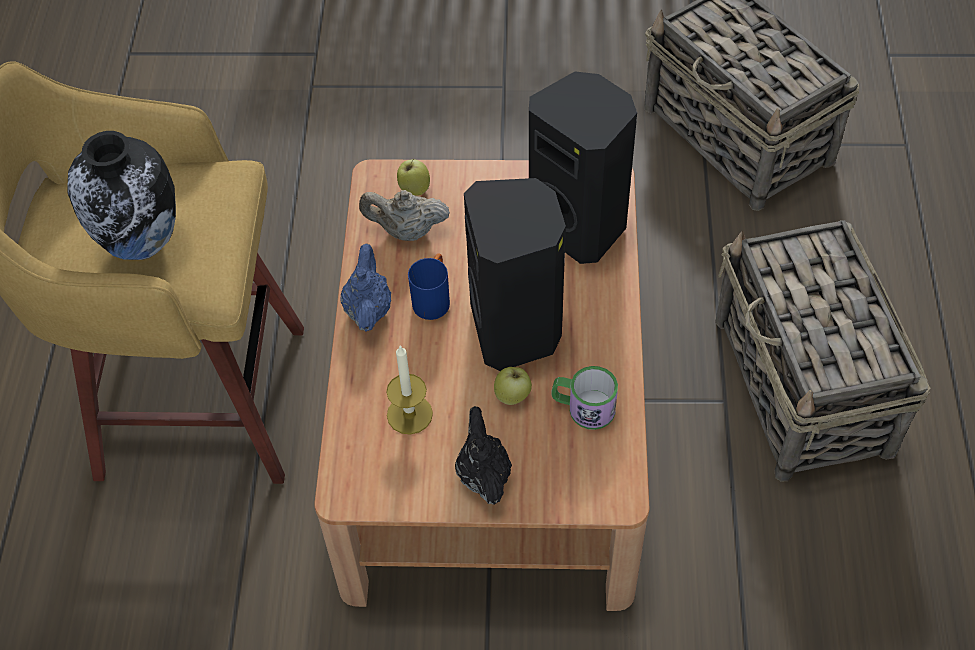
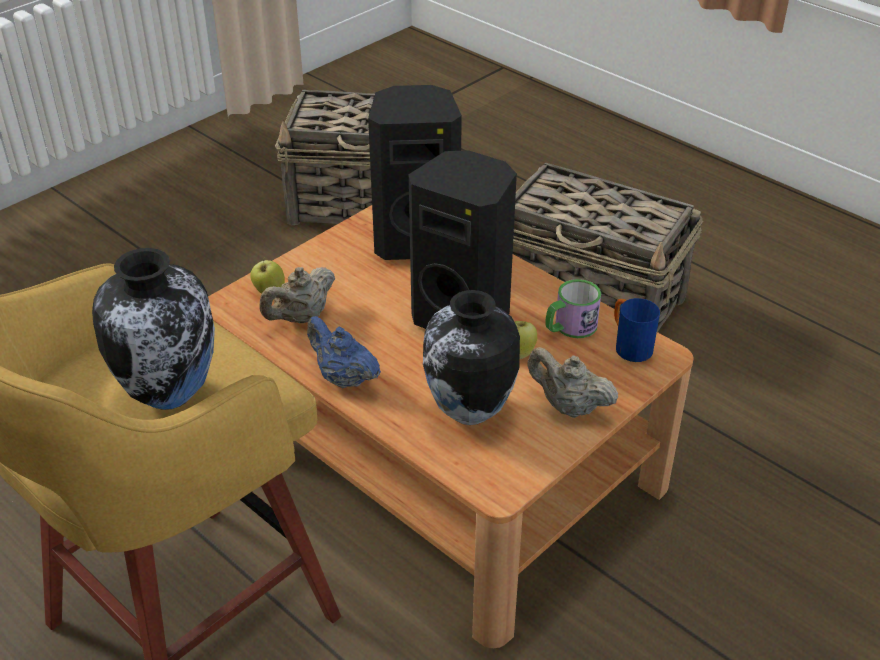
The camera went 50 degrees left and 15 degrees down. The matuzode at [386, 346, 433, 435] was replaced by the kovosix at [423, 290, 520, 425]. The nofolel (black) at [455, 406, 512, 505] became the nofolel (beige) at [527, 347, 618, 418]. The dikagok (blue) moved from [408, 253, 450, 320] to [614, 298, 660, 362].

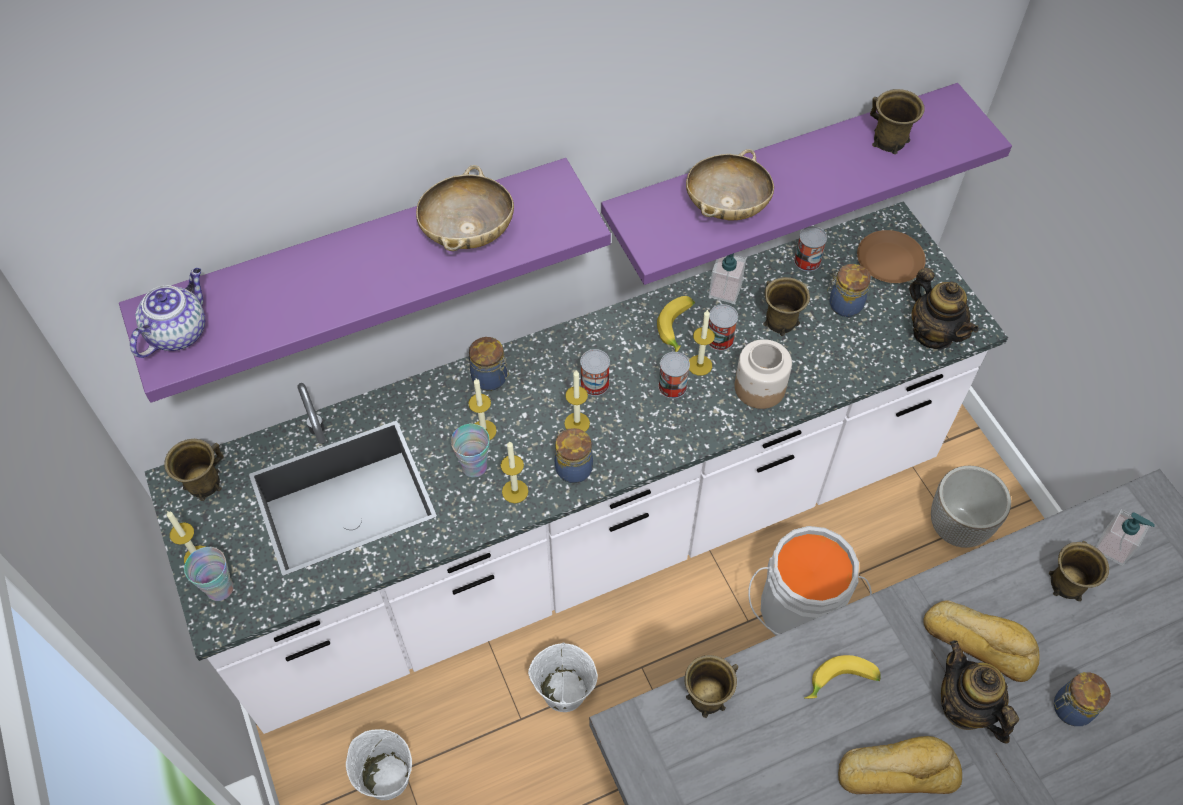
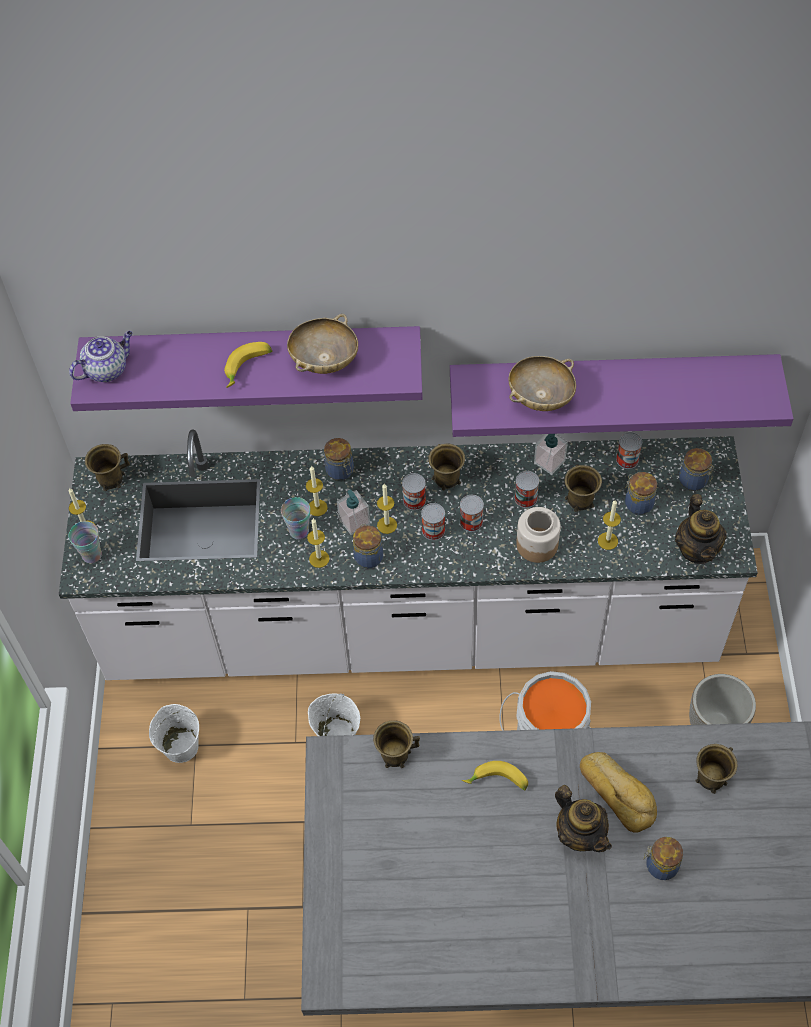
The camera went 25 degrees right and 0 degrees up. The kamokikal moved from [657, 296, 695, 352] to [224, 342, 272, 388]. The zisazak moved from [1096, 509, 1155, 566] to [337, 490, 370, 535]. The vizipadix at [421, 503, 445, 540] appeared. The dikagok (brown) moved from [870, 89, 925, 154] to [428, 444, 465, 490]. The nofolel at [941, 640, 1019, 744] turned 150 degrees clockwise. The matuzode moved from [689, 309, 715, 376] to [598, 500, 621, 550]. The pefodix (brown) at [857, 230, 926, 283] was replaced by the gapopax at [679, 448, 714, 491]. The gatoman at [838, 736, 962, 794] disappeared.

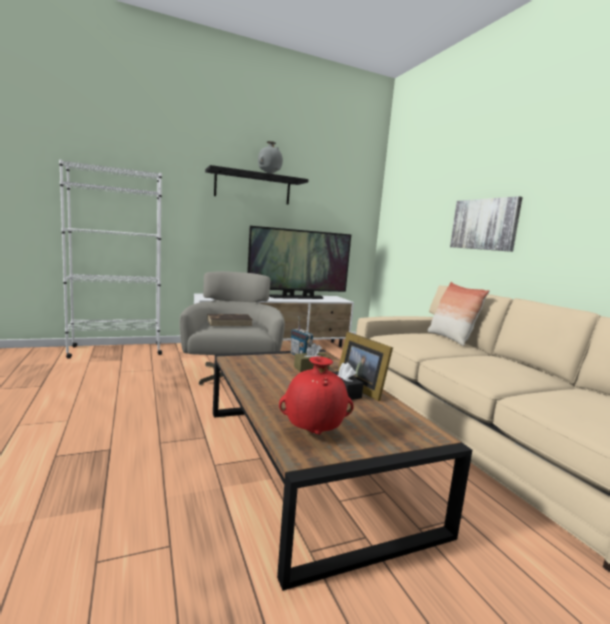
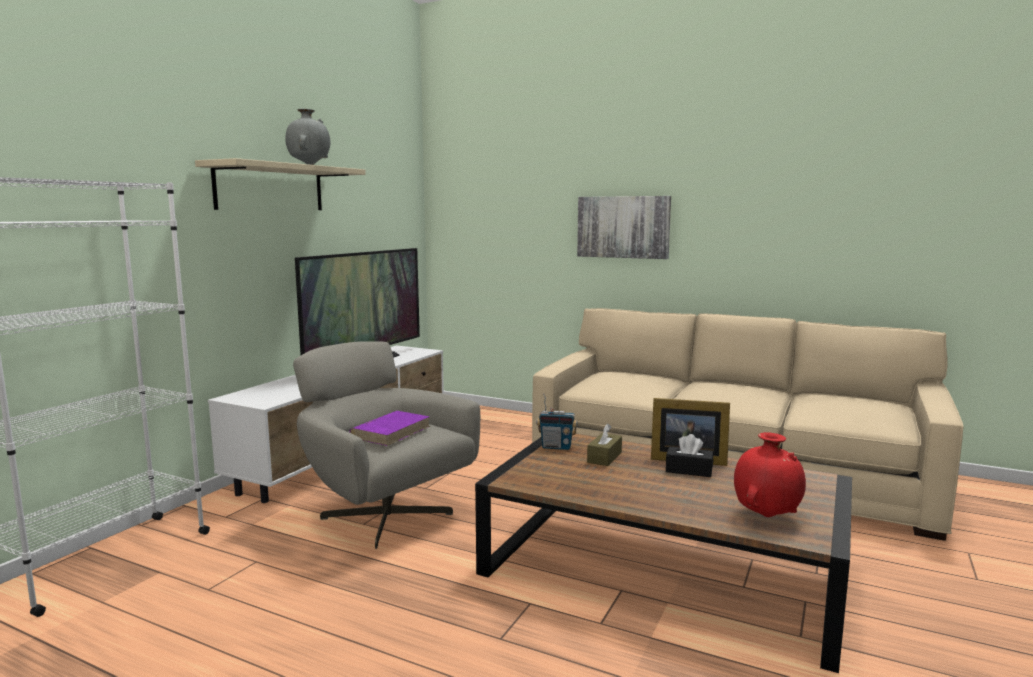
The camera went 40 degrees left and 0 degrees up. The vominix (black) at [205, 165, 309, 205] became the vominix (beige) at [195, 158, 366, 210]. The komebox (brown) at [207, 314, 253, 326] became the komebox (purple) at [349, 411, 430, 446]. The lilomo at [428, 282, 489, 346] disappeared.

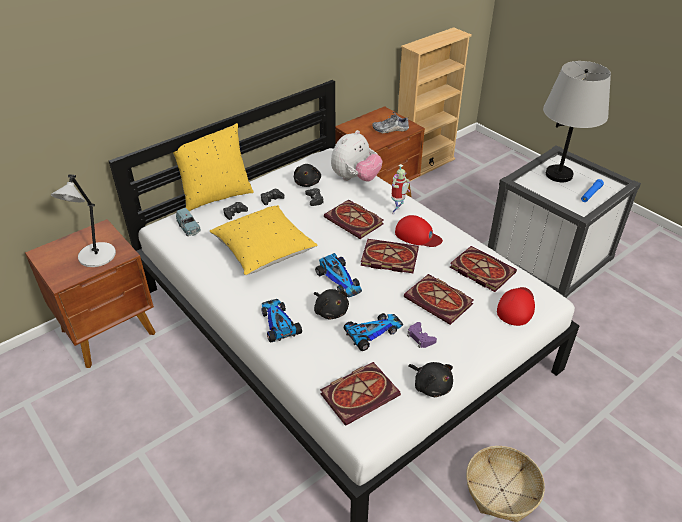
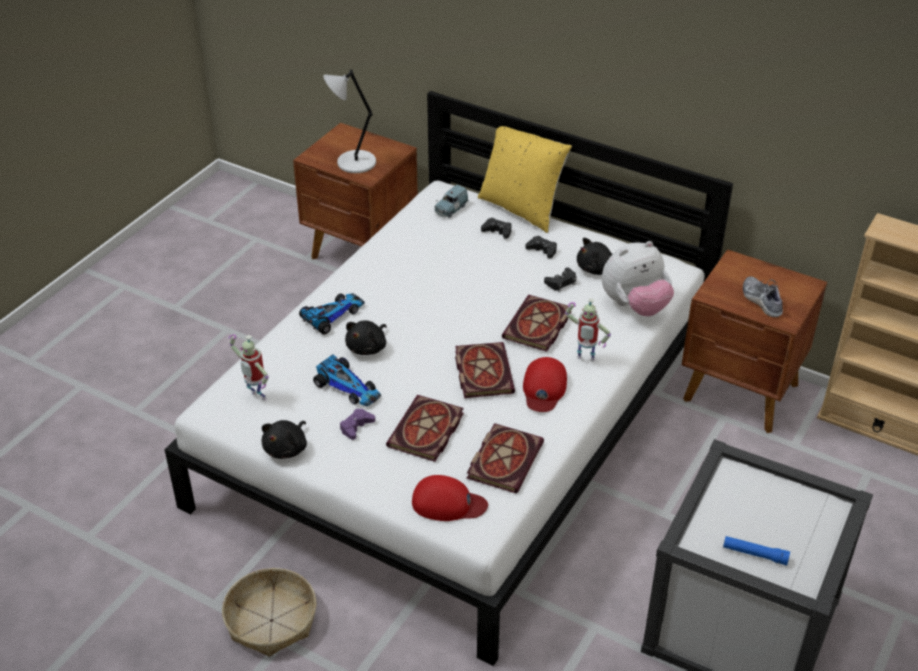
The camera went 70 degrees right and 0 degrees up. The komebox at [320, 362, 401, 426] was replaced by the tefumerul at [229, 334, 269, 400]. The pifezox at [331, 130, 382, 182] turned 45 degrees counterclockwise. The lilomo (yellow) at [210, 205, 318, 275] disappeared. The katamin at [315, 253, 362, 297] disappeared. The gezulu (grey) at [543, 61, 611, 182] disappeared.

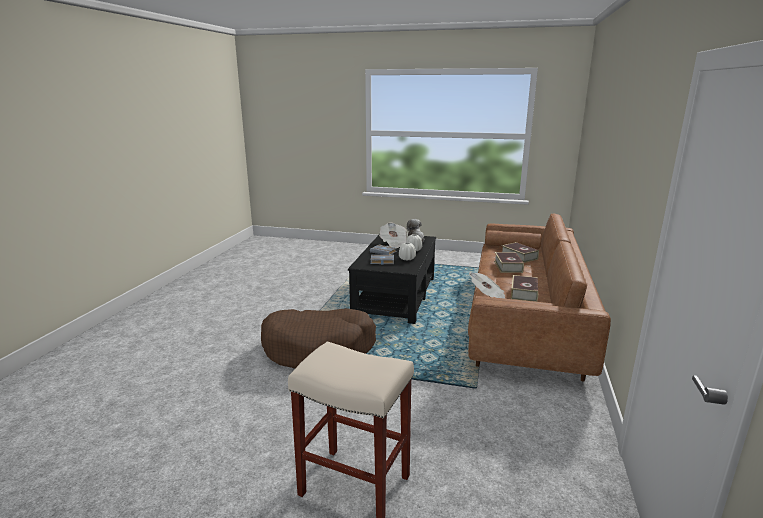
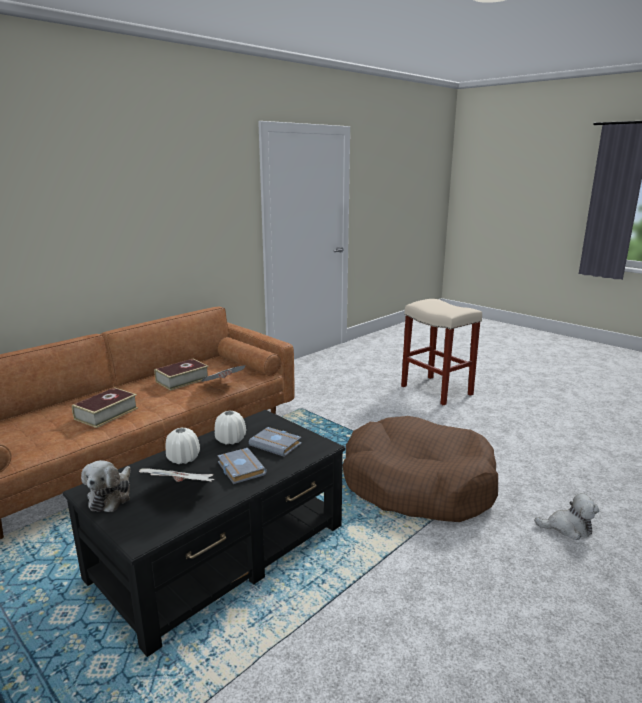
The camera went 150 degrees left and 0 degrees up. The pifezox at [534, 493, 599, 540] appeared. The komebox at [502, 242, 539, 263] disappeared.

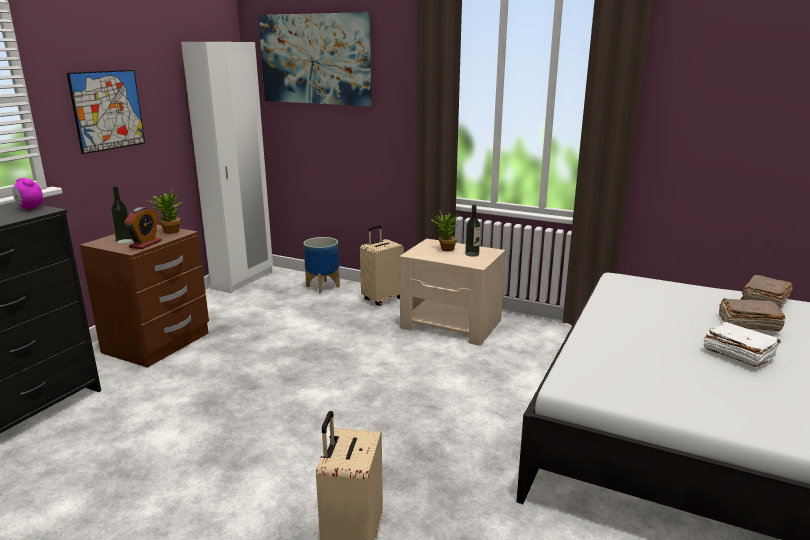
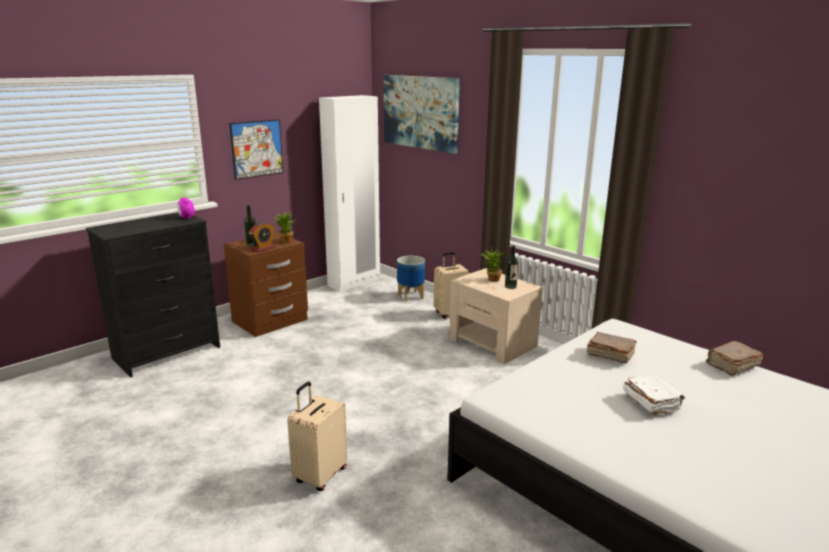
The camera went 20 degrees right and 0 degrees up. The komebox (brown) moved from [719, 298, 786, 331] to [587, 332, 637, 363].

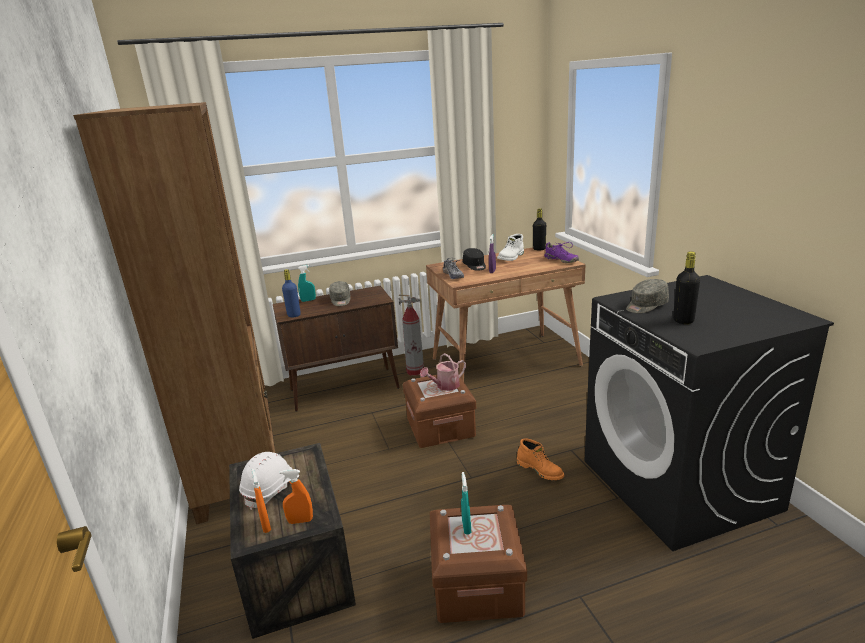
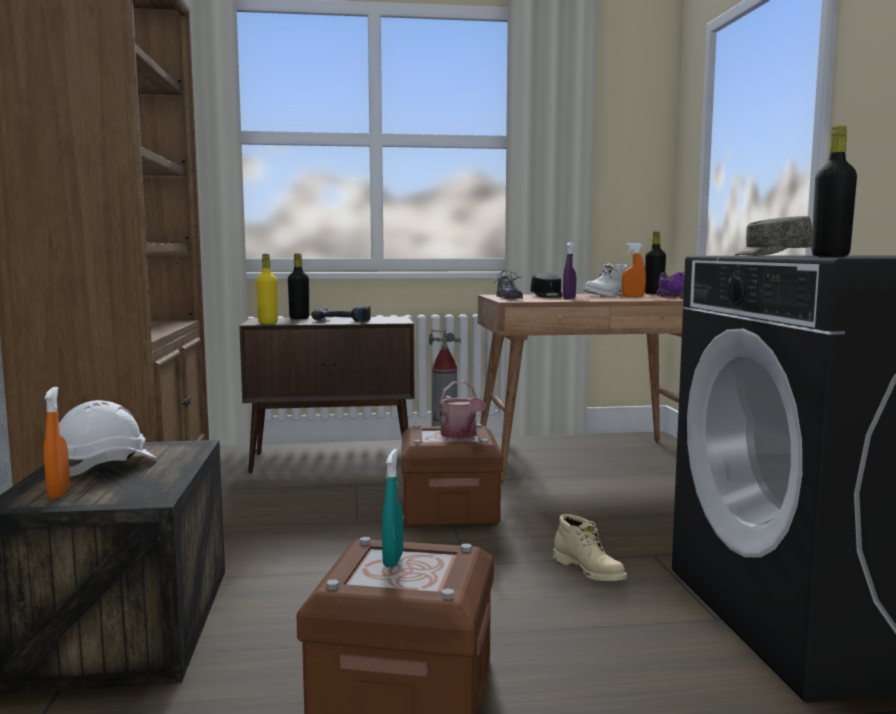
The camera went 10 degrees right and 15 degrees down. The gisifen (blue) at [282, 269, 301, 317] became the gisifen (yellow) at [256, 254, 278, 324]. The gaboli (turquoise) at [298, 265, 316, 302] was replaced by the gisifen (black) at [288, 253, 309, 319]. The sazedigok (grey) at [329, 281, 350, 306] was replaced by the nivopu at [311, 306, 371, 322]. The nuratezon at [420, 353, 466, 391] turned 90 degrees counterclockwise. The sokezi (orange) at [517, 439, 564, 480] became the sokezi (beige) at [553, 514, 627, 581]. The gaboli (orange) moved from [279, 469, 313, 524] to [622, 243, 646, 297].

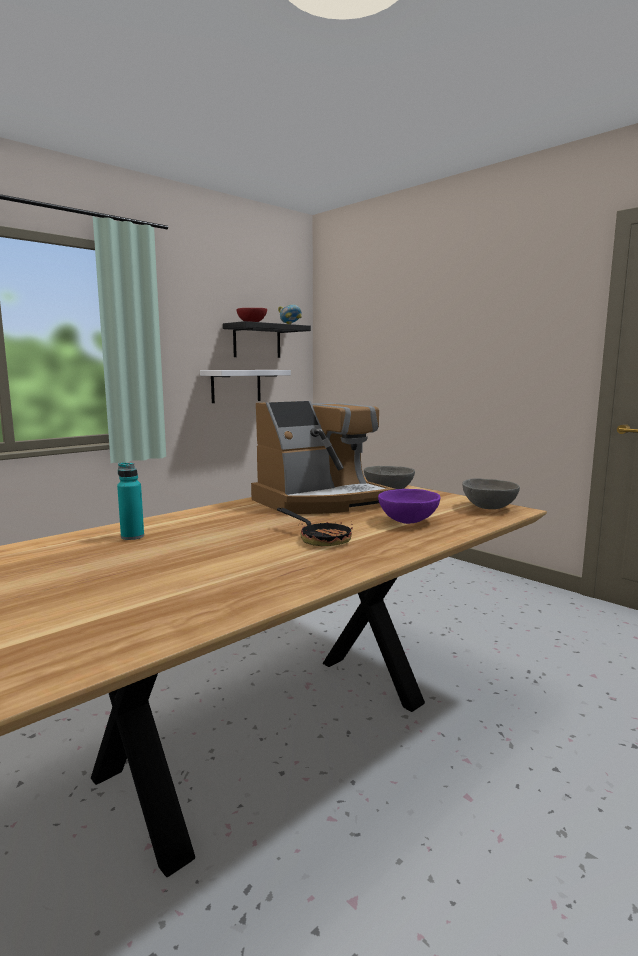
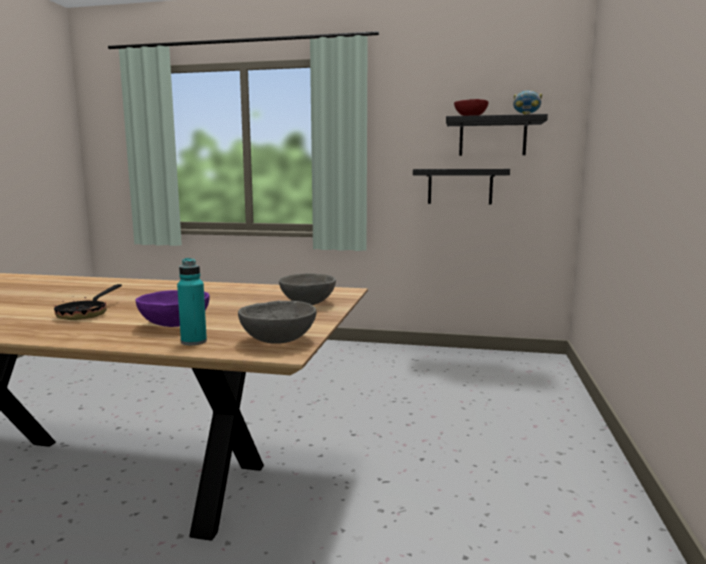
The camera went 55 degrees right and 0 degrees up. The gisifen (turquoise) moved from [117, 462, 144, 540] to [177, 258, 207, 345]. The vominix (white) at [200, 370, 291, 403] became the vominix (black) at [413, 169, 510, 204]. The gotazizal at [251, 401, 396, 514] disappeared.

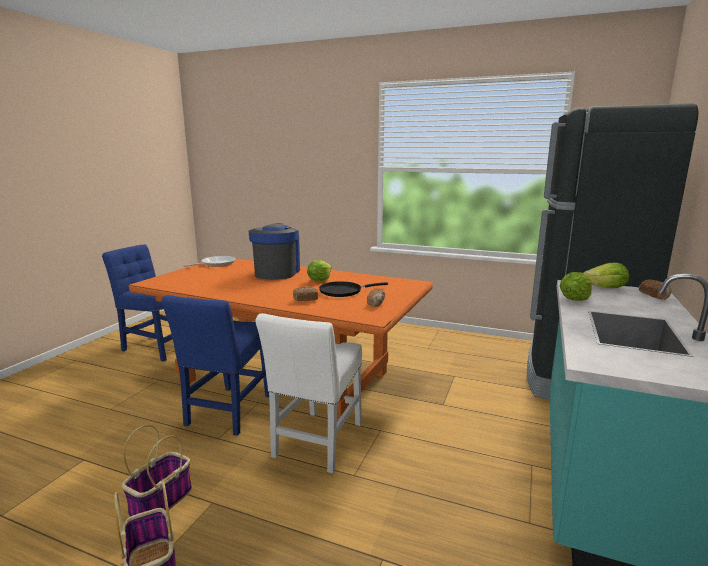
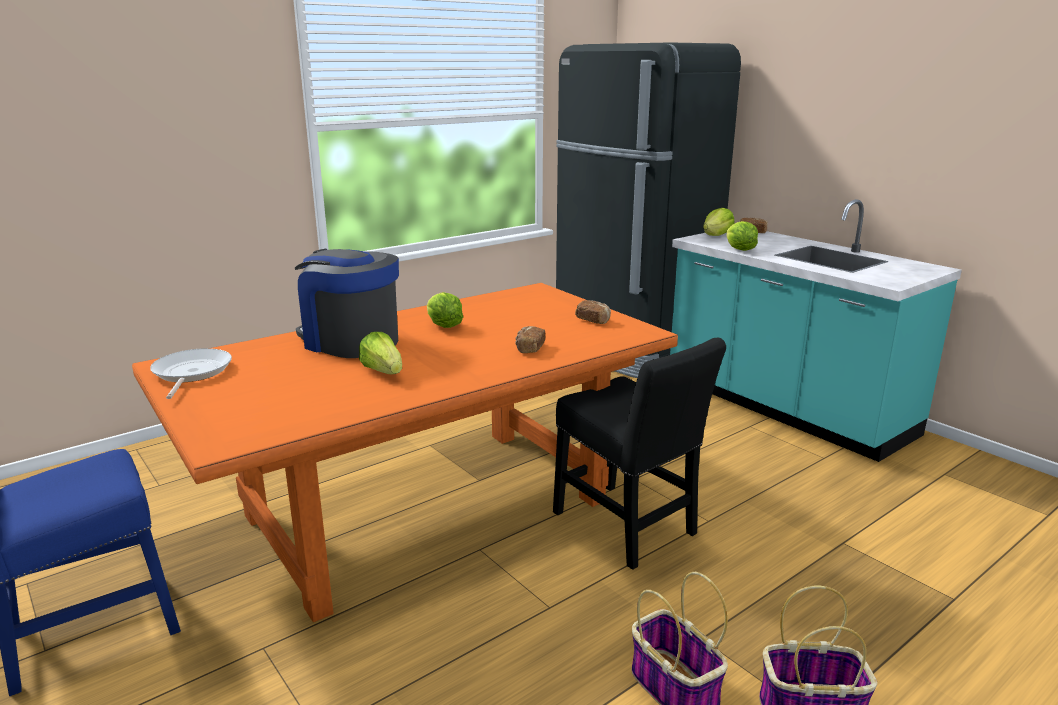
The camera went 60 degrees left and 5 degrees up. The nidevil at [359, 332, 402, 374] appeared. The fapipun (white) at [256, 313, 362, 473] became the fapipun (black) at [553, 338, 726, 570]. The fapipun (blue) at [161, 295, 269, 436] disappeared. The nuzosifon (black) at [319, 281, 388, 297] disappeared.

